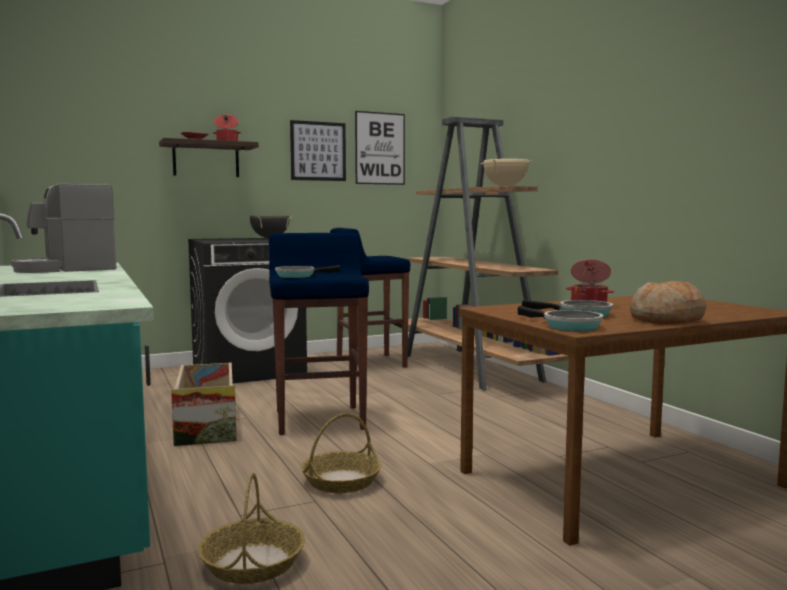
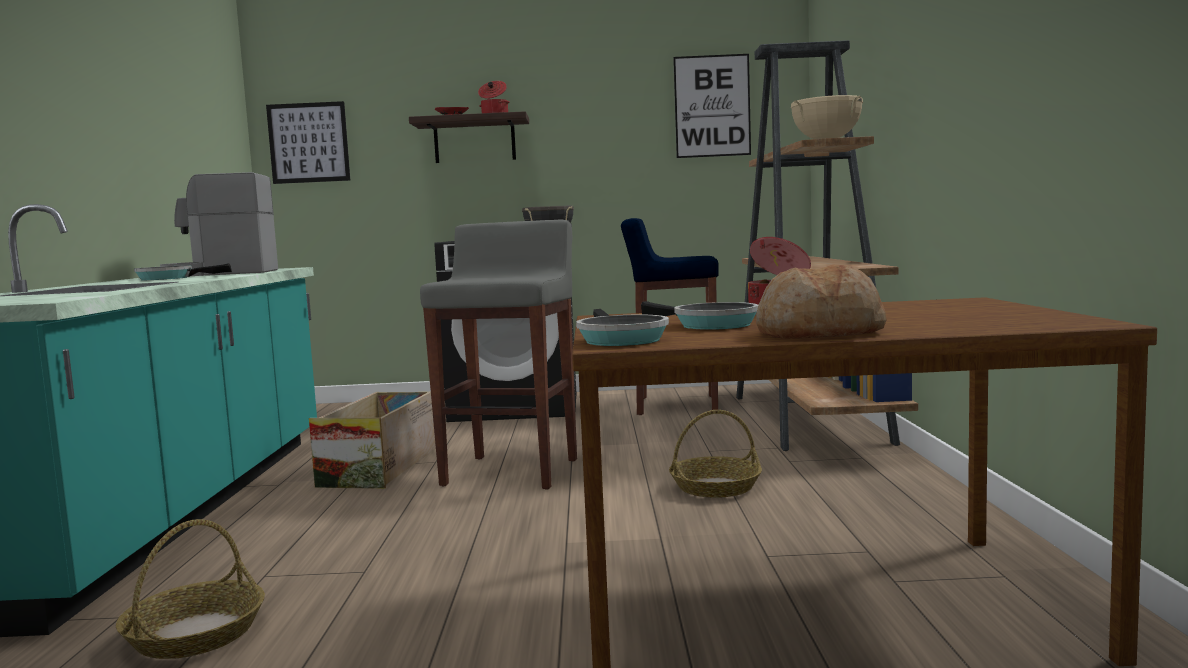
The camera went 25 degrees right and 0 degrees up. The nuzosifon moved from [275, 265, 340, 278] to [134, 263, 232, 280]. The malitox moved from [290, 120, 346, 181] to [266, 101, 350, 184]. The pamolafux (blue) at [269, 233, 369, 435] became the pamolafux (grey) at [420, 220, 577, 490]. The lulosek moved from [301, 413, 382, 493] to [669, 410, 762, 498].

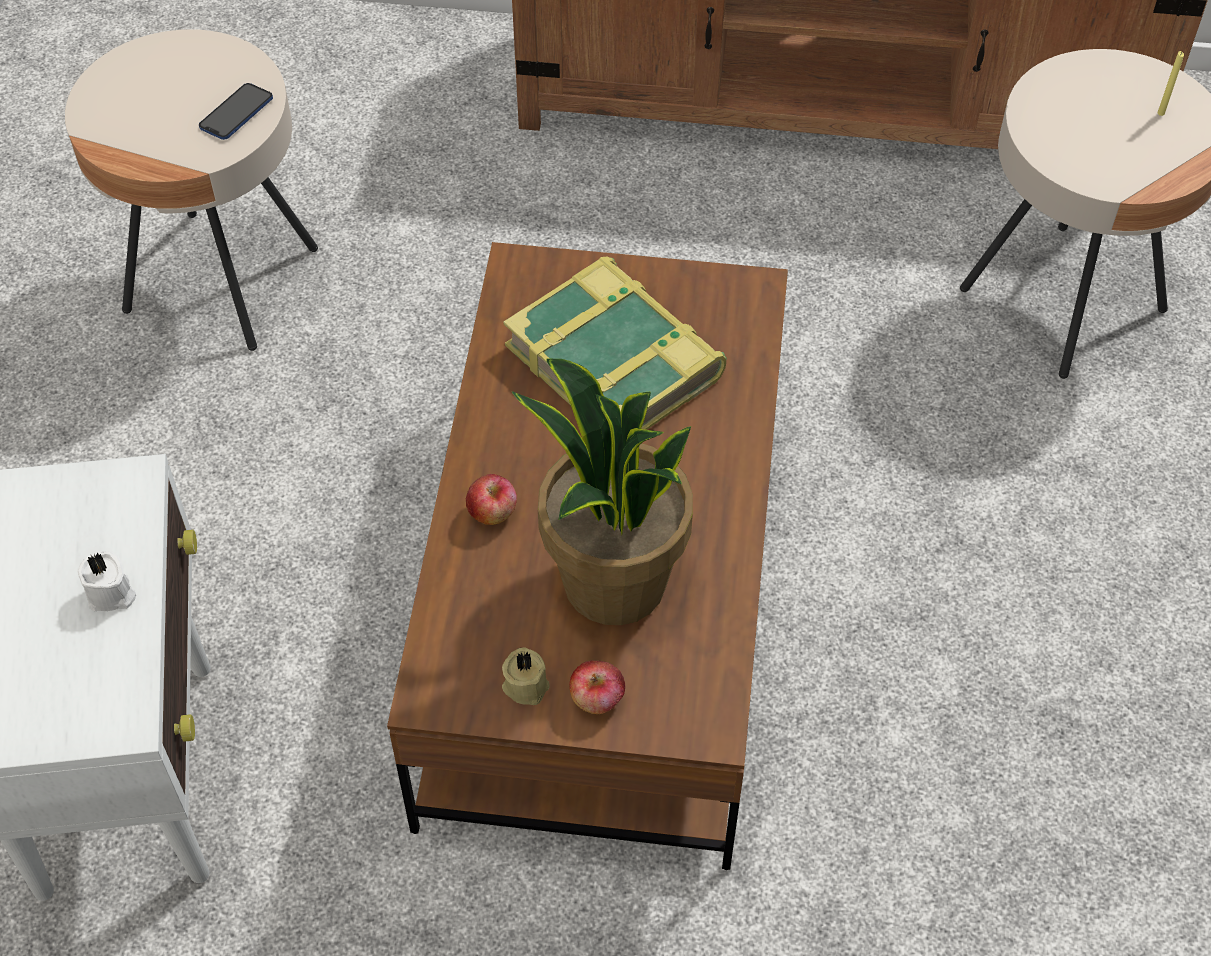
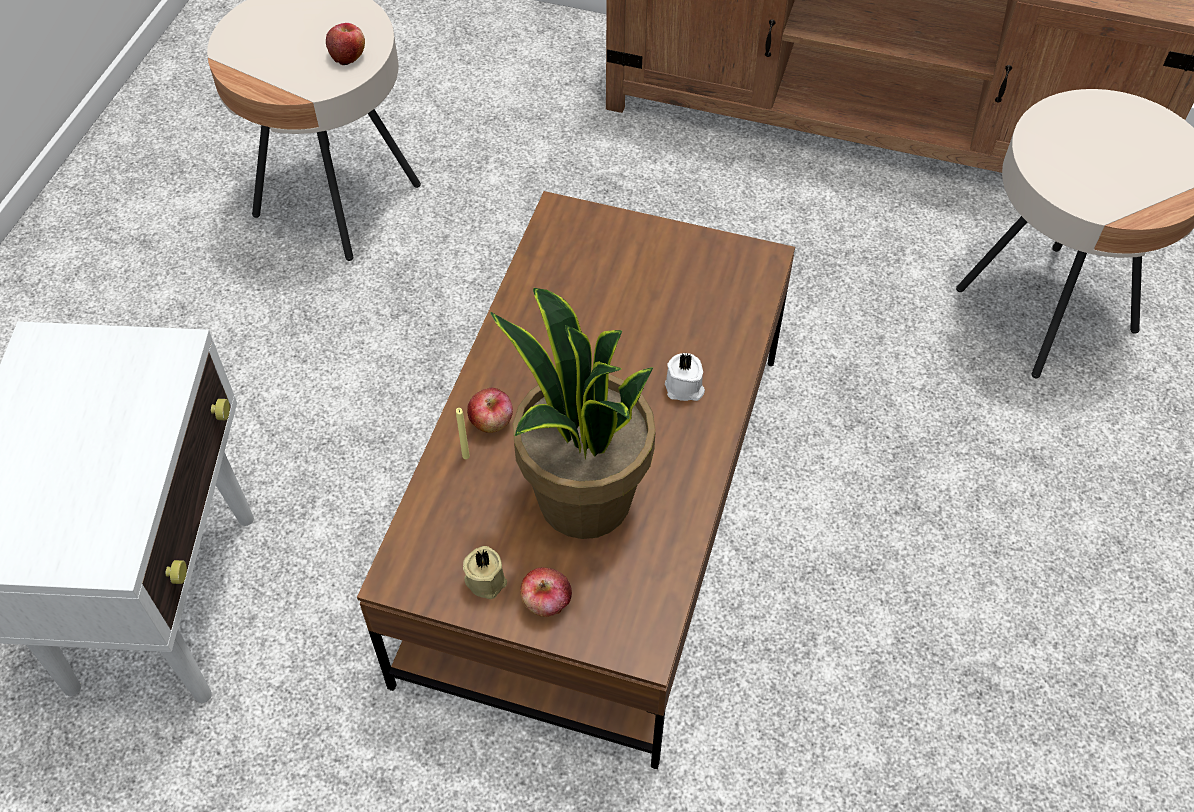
The camera went 10 degrees right and 0 degrees up. The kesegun at [199, 83, 273, 140] was replaced by the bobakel at [326, 23, 365, 65]. The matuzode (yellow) moved from [1157, 51, 1184, 116] to [456, 408, 470, 459]. The matuzode (white) moved from [78, 551, 136, 611] to [665, 353, 705, 401]. The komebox at [504, 256, 727, 430] disappeared.

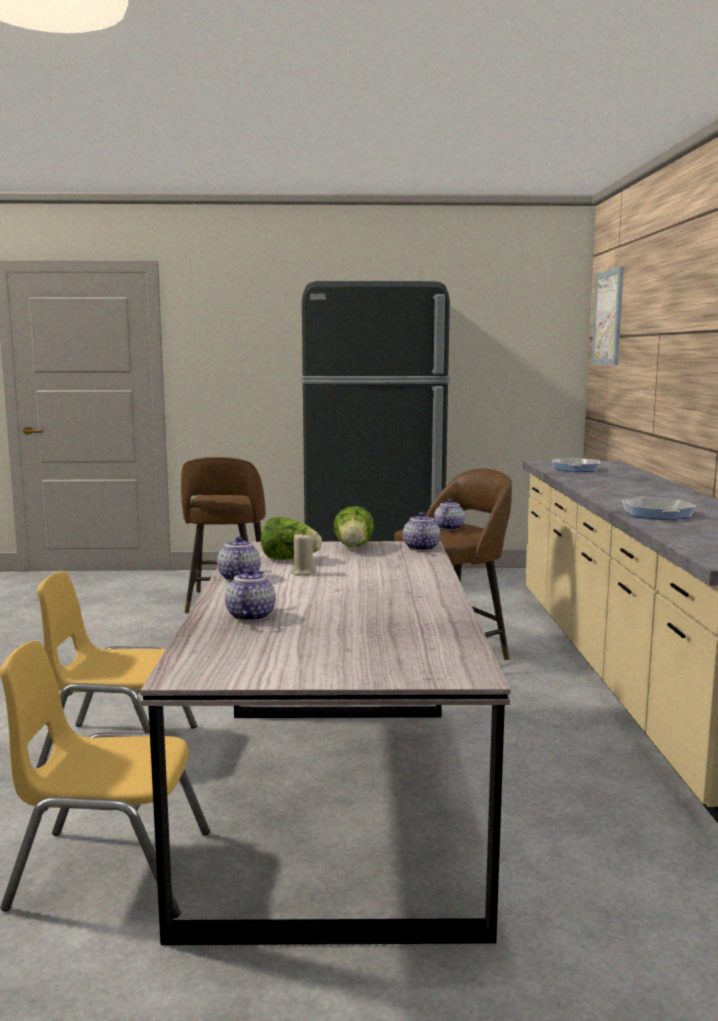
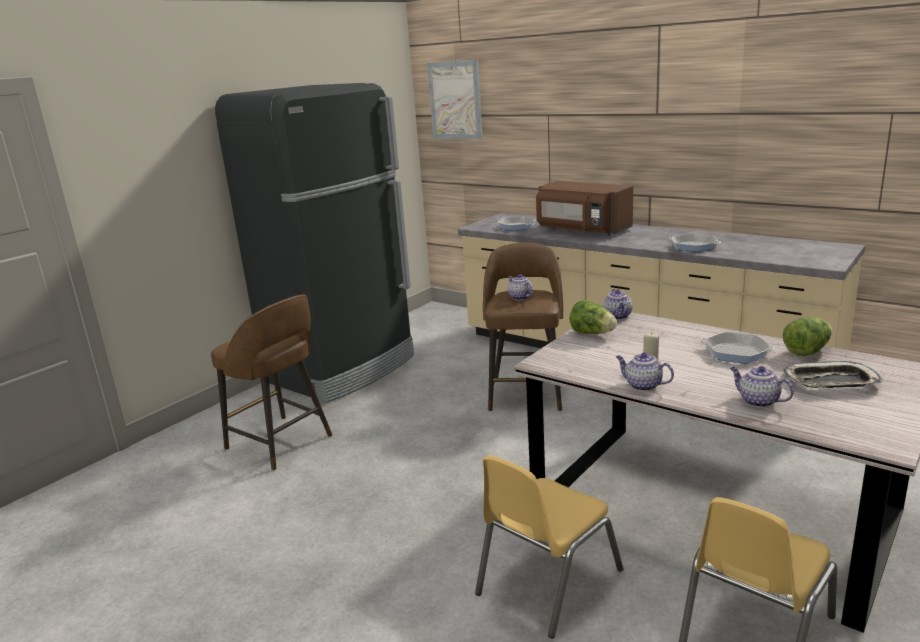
The camera went 50 degrees left and 10 degrees up. The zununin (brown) at [536, 181, 633, 236] appeared. The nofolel at [403, 512, 440, 551] turned 135 degrees counterclockwise. The nuzosifon at [700, 332, 776, 364] appeared. The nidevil moved from [261, 517, 322, 560] to [783, 317, 832, 356]. The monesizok at [783, 361, 883, 388] appeared.

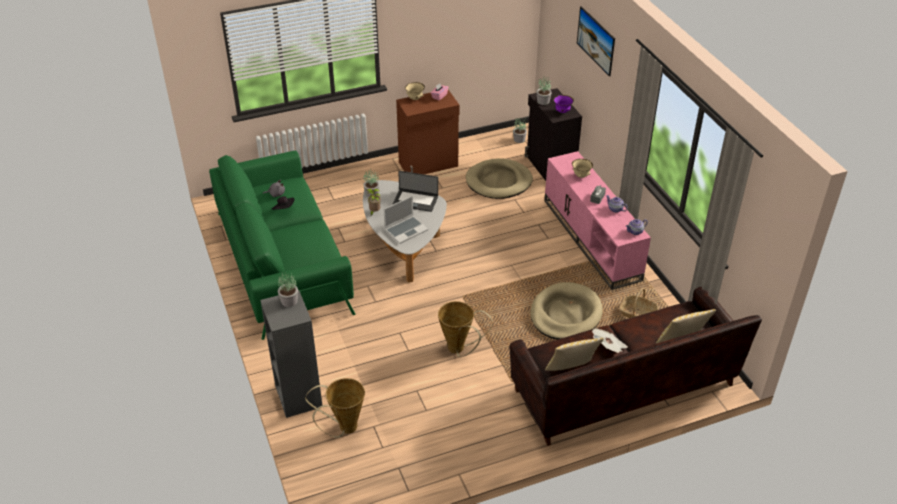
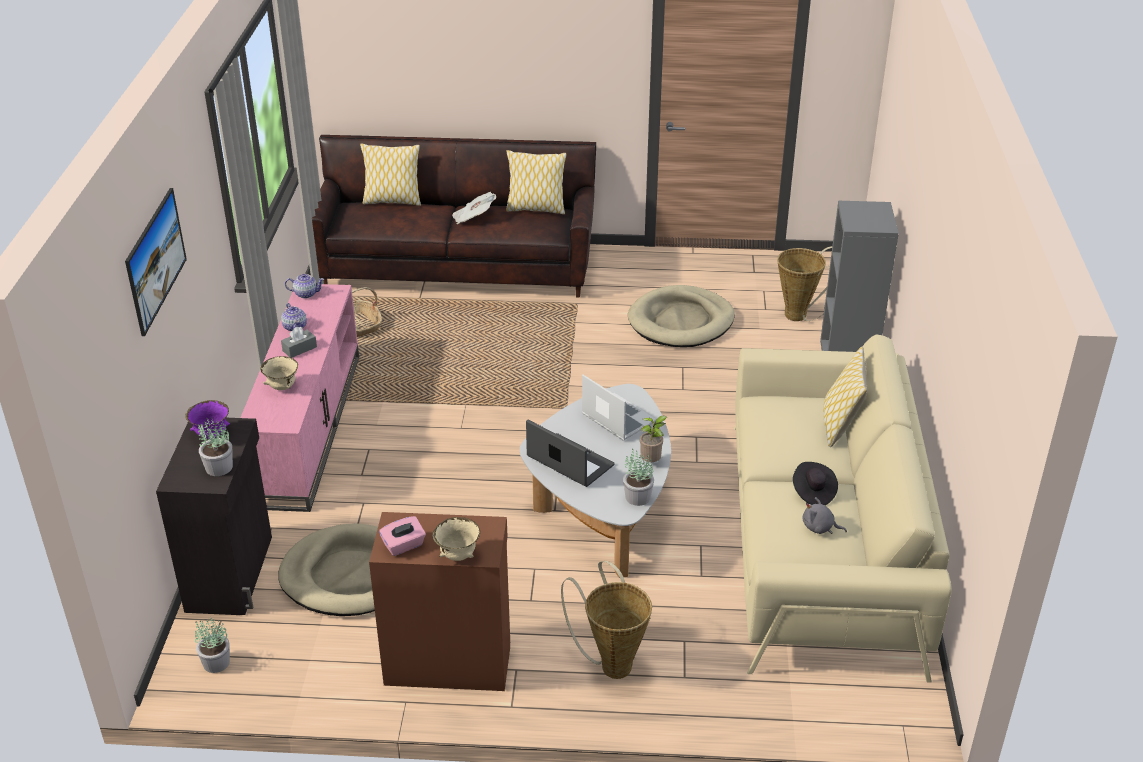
The camera went 155 degrees left and 5 degrees down. The lulosek moved from [438, 301, 493, 357] to [561, 561, 652, 679]. The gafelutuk at [383, 196, 428, 244] turned 60 degrees clockwise. The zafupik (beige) moved from [531, 282, 603, 340] to [628, 285, 735, 347]. The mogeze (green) at [209, 150, 355, 340] became the mogeze (beige) at [734, 335, 952, 683]. The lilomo at [823, 347, 867, 447] appeared. The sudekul at [278, 272, 298, 307] disappeared.

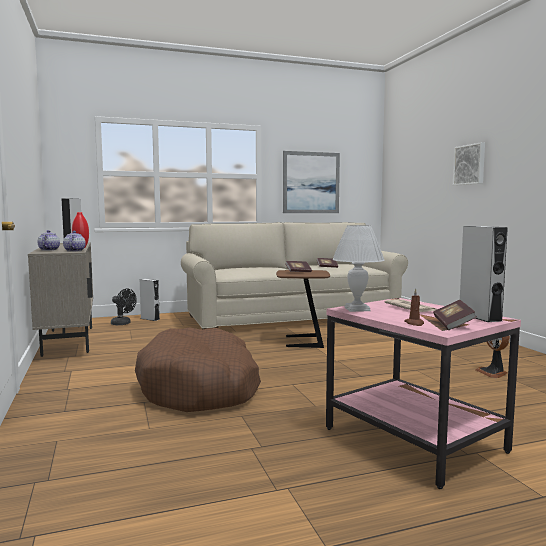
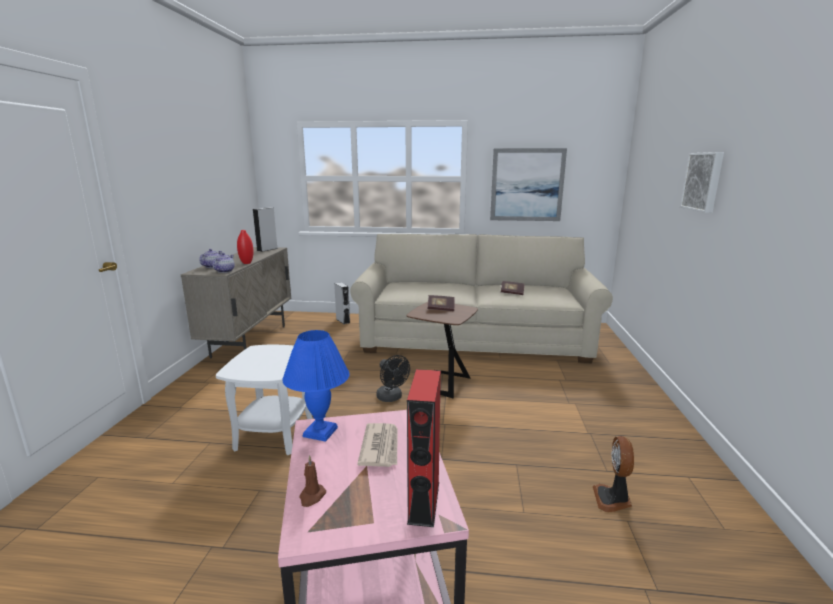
The camera went 25 degrees right and 10 degrees up. The zafupik (brown) at [135, 327, 261, 412] was replaced by the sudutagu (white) at [216, 345, 312, 455]. The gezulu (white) at [332, 225, 385, 312] became the gezulu (blue) at [282, 330, 350, 442]. The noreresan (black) moved from [111, 289, 137, 325] to [376, 355, 410, 402]. The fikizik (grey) at [460, 226, 508, 322] became the fikizik (red) at [407, 369, 441, 527]. The komebox at [433, 300, 477, 330] disappeared.

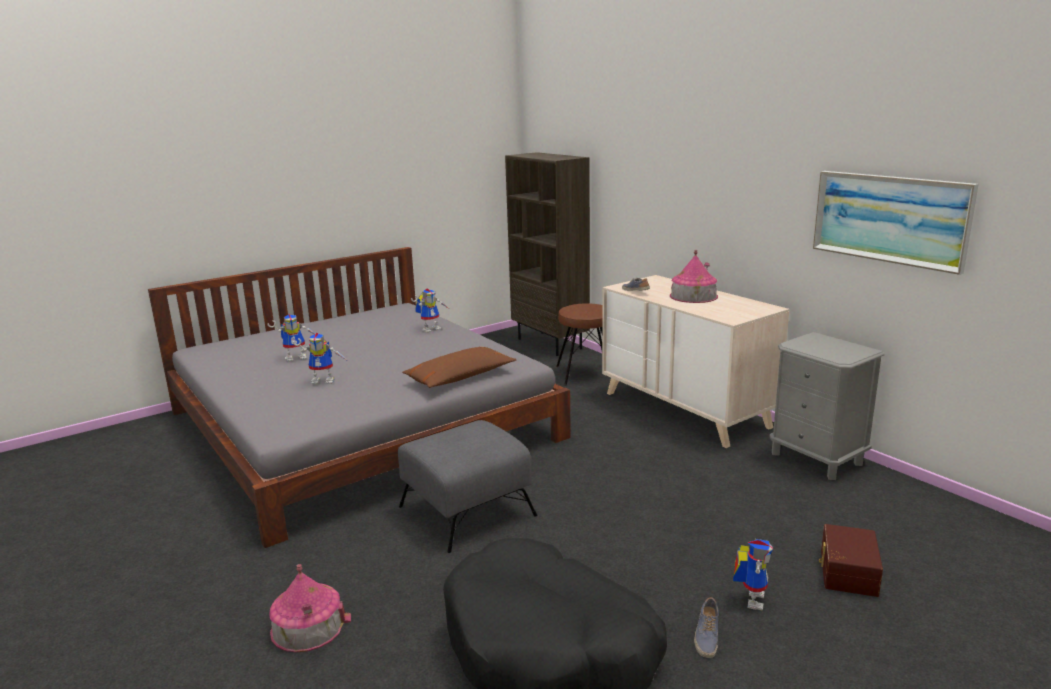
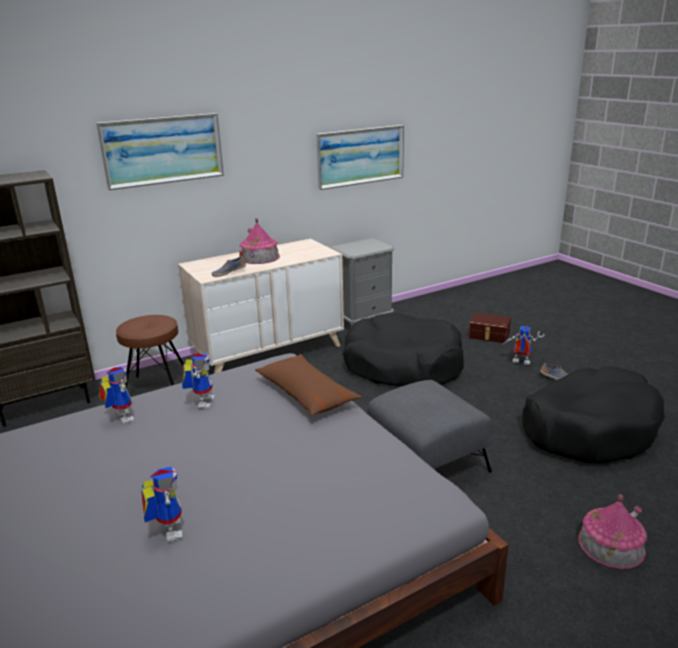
The camera went 85 degrees left and 5 degrees up. The malitox at [96, 113, 224, 190] appeared. The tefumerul moved from [293, 333, 348, 384] to [182, 353, 215, 409]. The zafupik (black) at [343, 313, 464, 386] appeared.

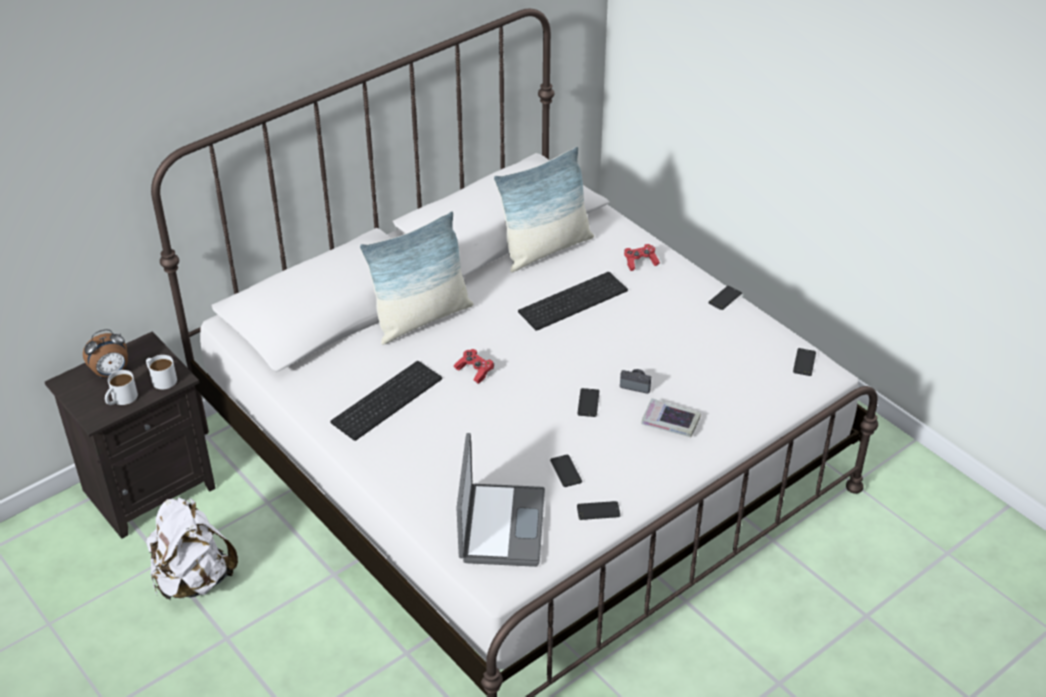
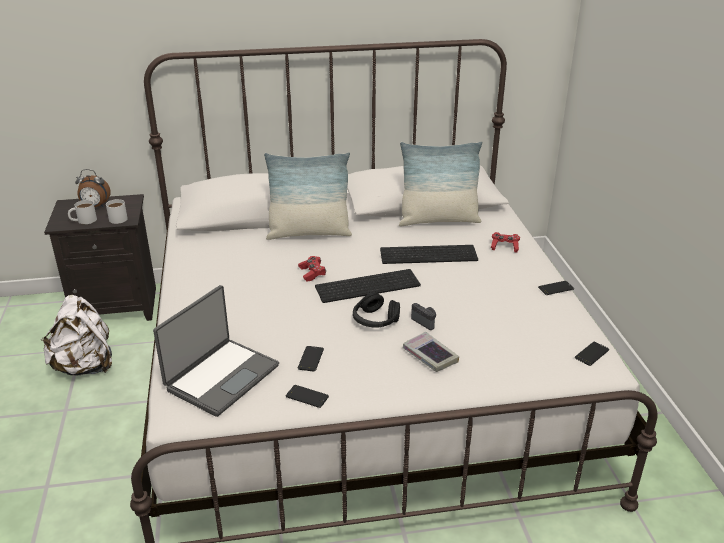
The camera went 30 degrees right and 10 degrees down. The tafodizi moved from [330, 361, 442, 441] to [315, 269, 421, 303]. The kesegun at [578, 388, 599, 417] was replaced by the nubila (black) at [353, 293, 400, 328].

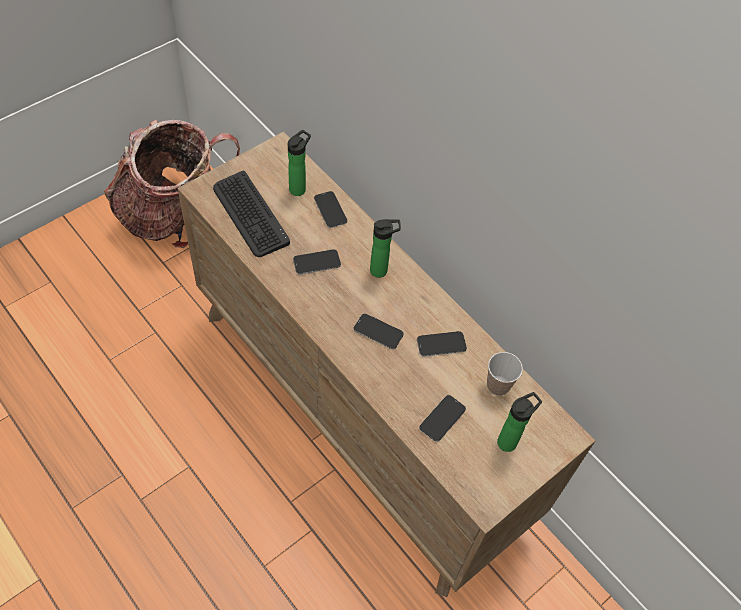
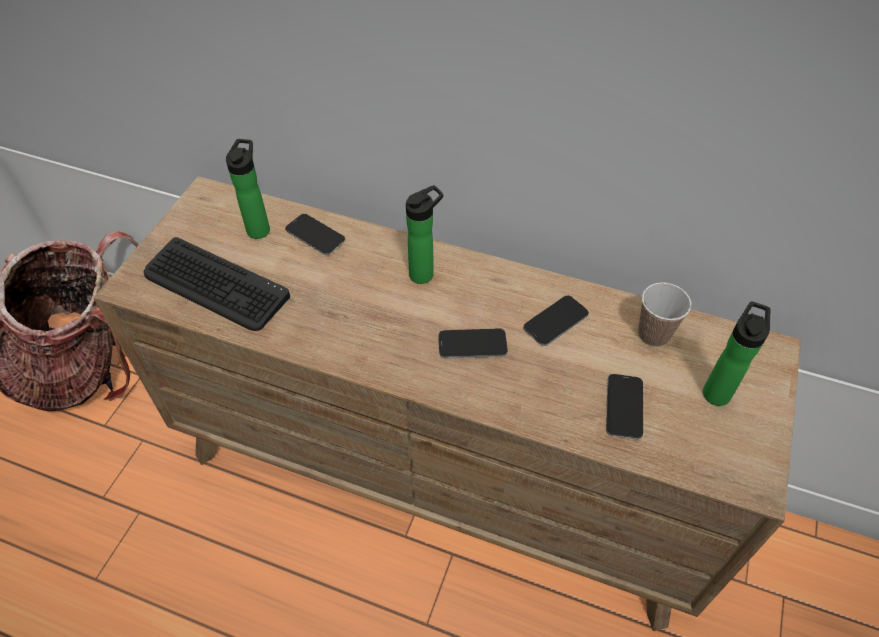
The camera went 25 degrees left and 5 degrees down. The kesegun at [293, 249, 341, 274] disappeared.

